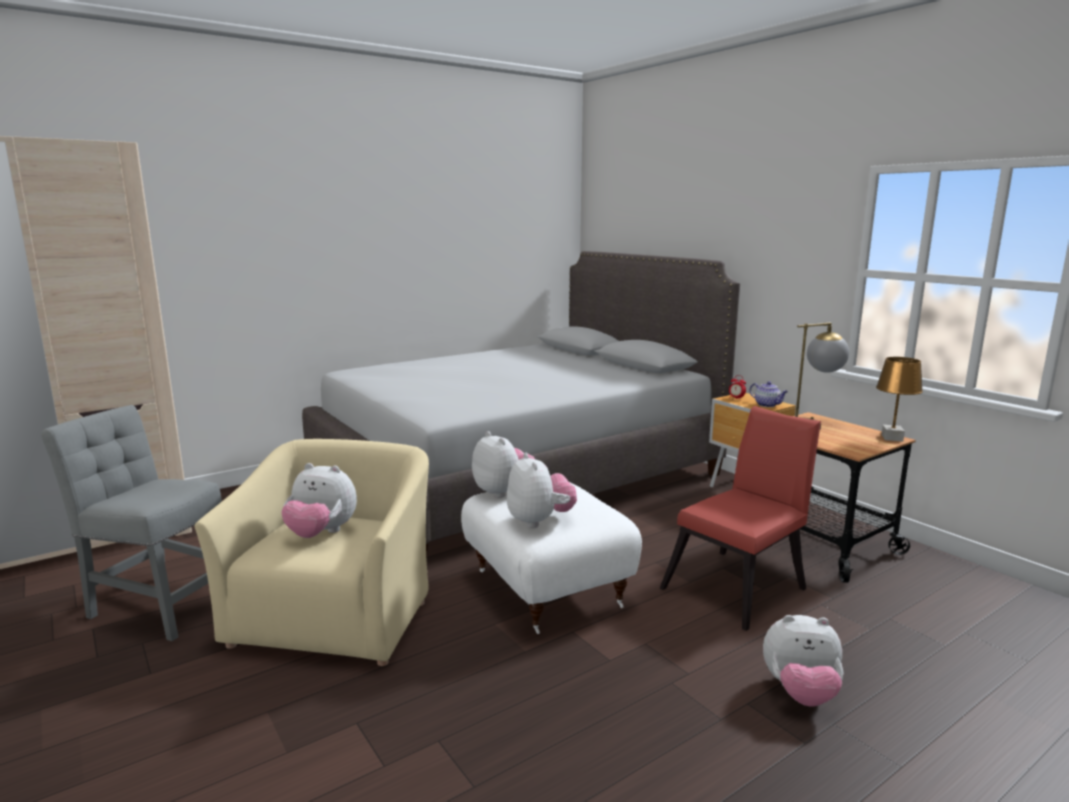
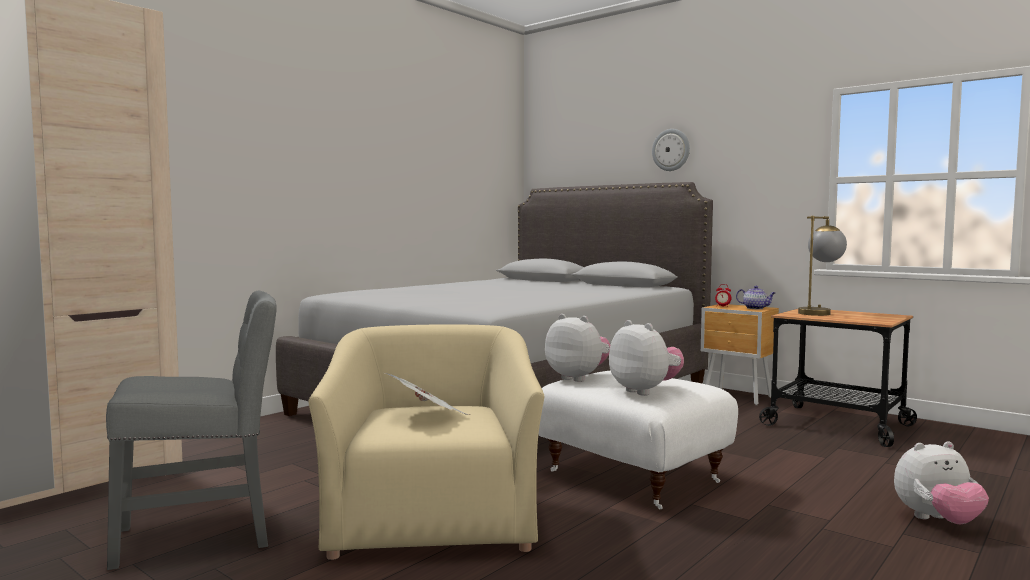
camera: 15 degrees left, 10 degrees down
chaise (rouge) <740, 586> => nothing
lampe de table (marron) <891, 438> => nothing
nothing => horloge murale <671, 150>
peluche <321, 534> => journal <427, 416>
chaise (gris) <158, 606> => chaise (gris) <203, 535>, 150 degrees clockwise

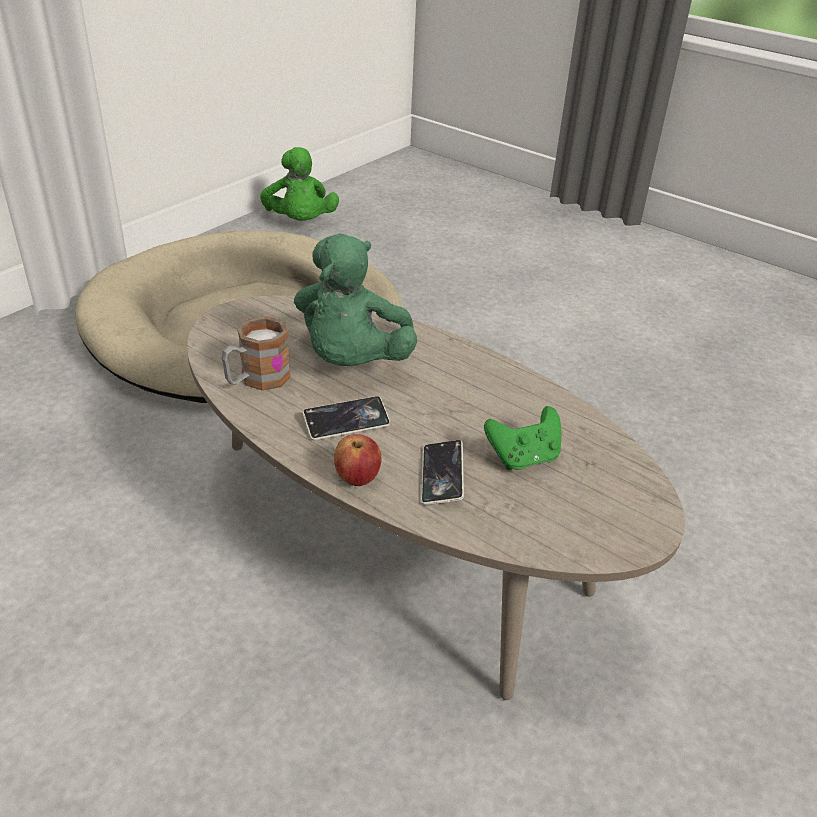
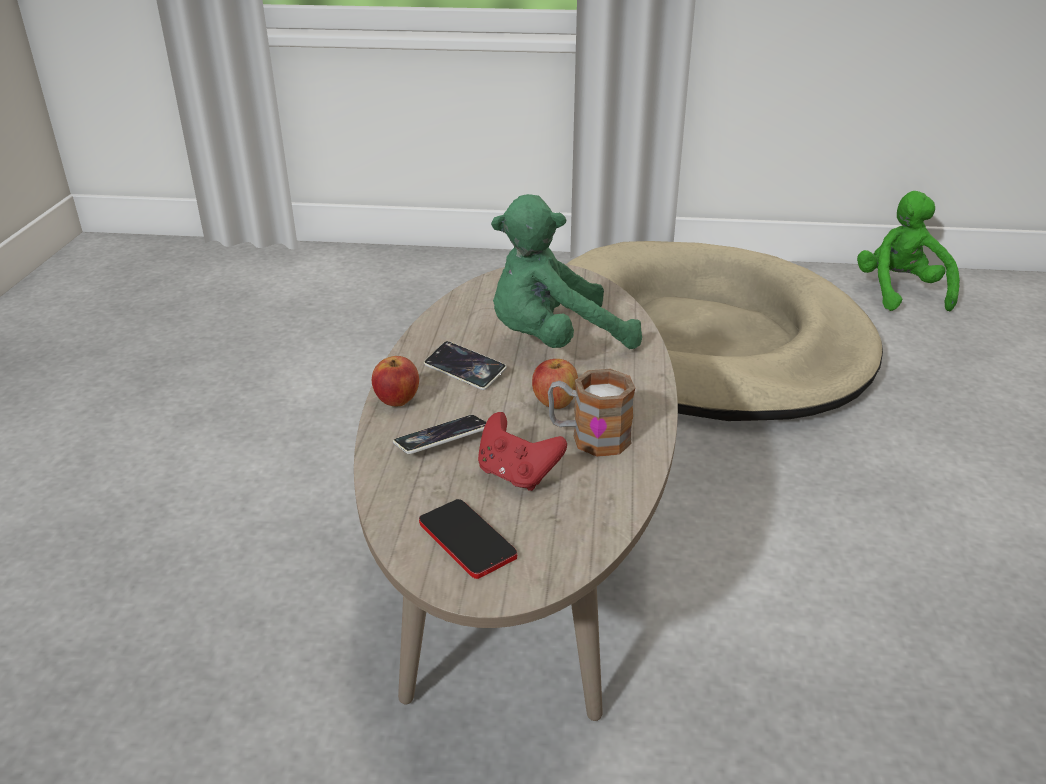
camera: 60 degrees right, 5 degrees down
nothing => téléphone <467, 540>
nothing => pomme <554, 403>
mug <256, 380> => mug <589, 437>, move
manette (vert) <523, 458> => manette (rouge) <517, 475>
peluche (vert) <300, 223> => peluche (vert) <900, 292>, 135 degrees clockwise

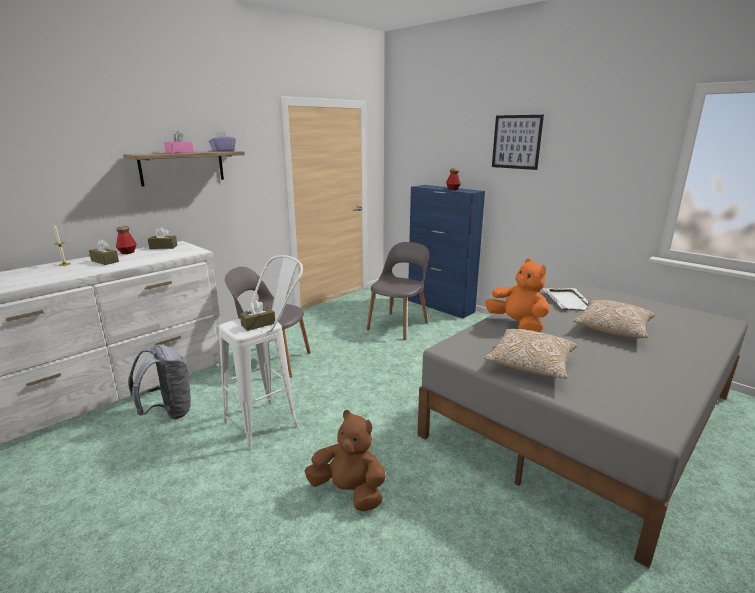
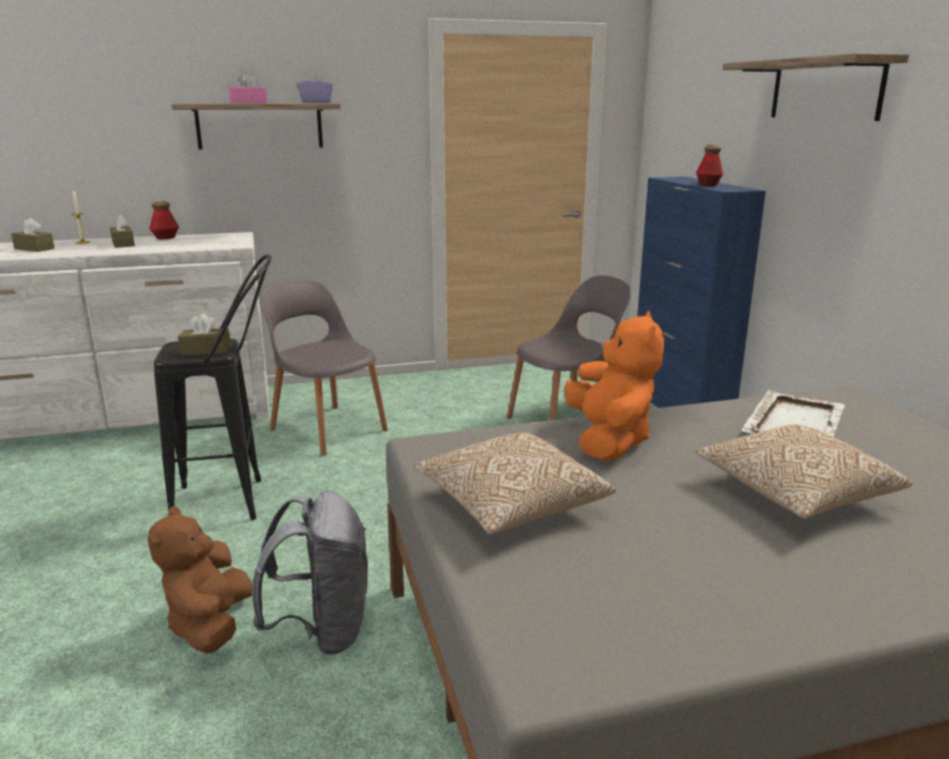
camera: 30 degrees right, 0 degrees up
sac à dos (gris) <168, 412> => sac à dos (gris) <322, 631>, move
boîte à mouchoirs (marron) <163, 247> => boîte à mouchoirs (marron) <34, 249>, move
tableau <516, 142> => étagère <825, 89>
tabouret (blanc) <271, 419> => tabouret (noir) <236, 501>
peluche (marron) <349, 491> => peluche (marron) <210, 625>, 150 degrees counterclockwise

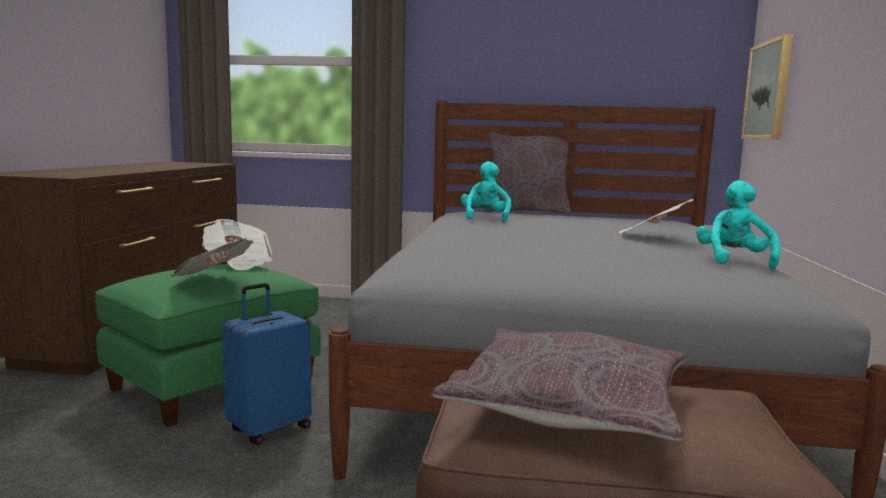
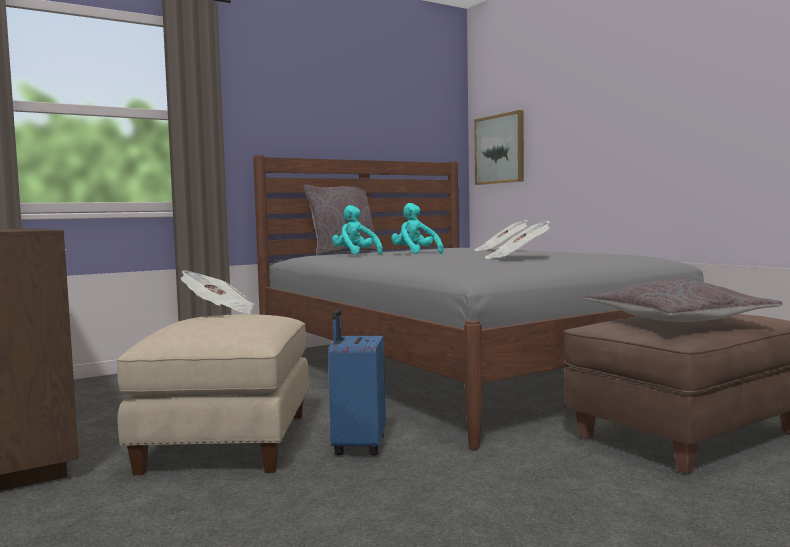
camera: 40 degrees left, 5 degrees down
journal <213, 279> => journal <517, 258>, move
peluche (turquoise) <733, 261> => peluche (turquoise) <415, 253>, move
pouf (vert) <213, 385> => pouf (beige) <229, 442>

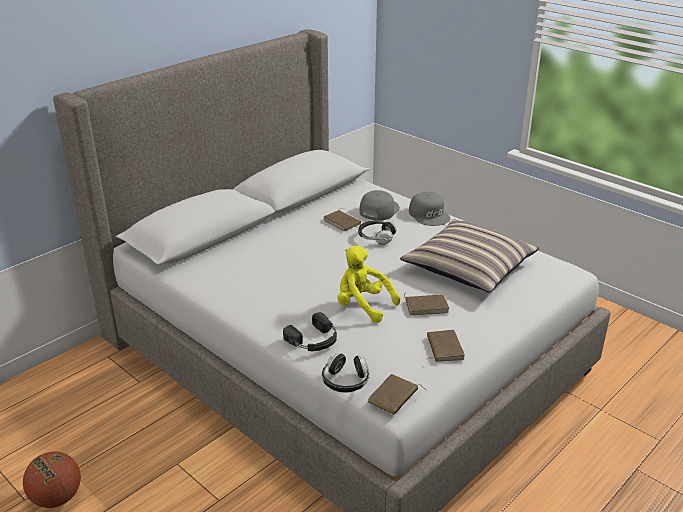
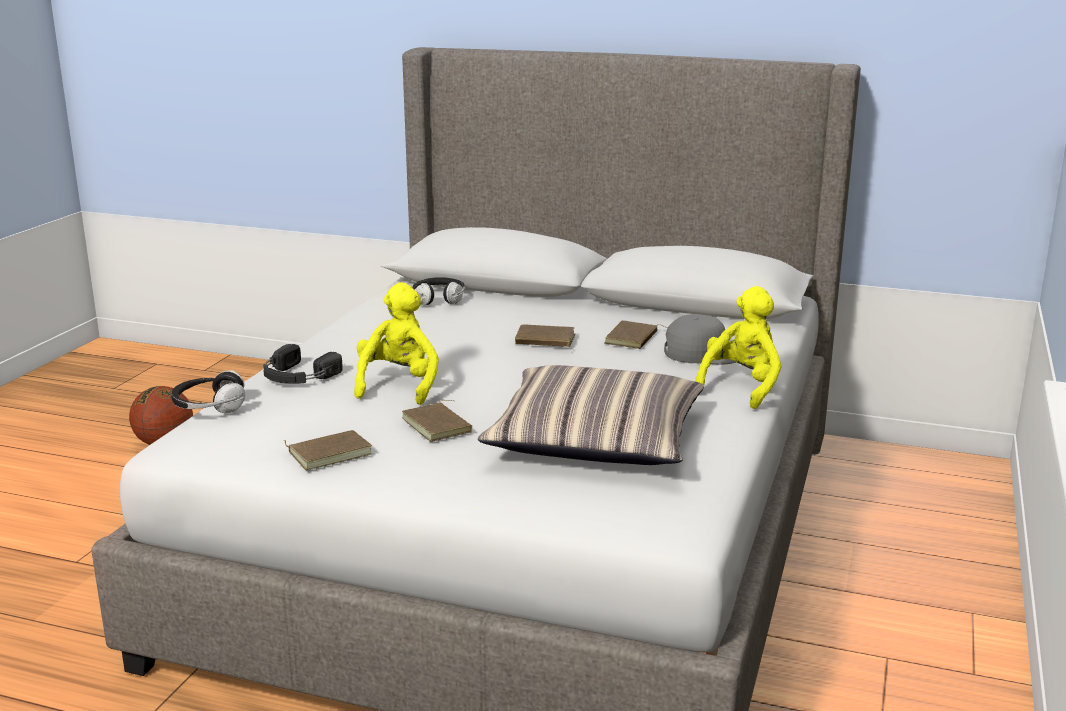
camera: 65 degrees right, 10 degrees down
casque audio <376, 237> => casque audio <439, 299>, move
livre (marron) <394, 397> => livre (marron) <544, 340>, move
casquette (gris) <429, 215> => peluche (jaune) <741, 387>

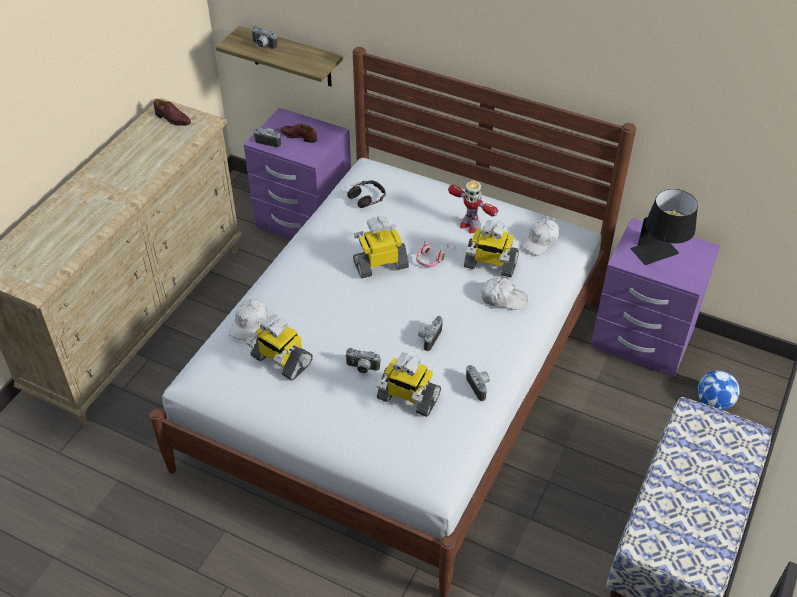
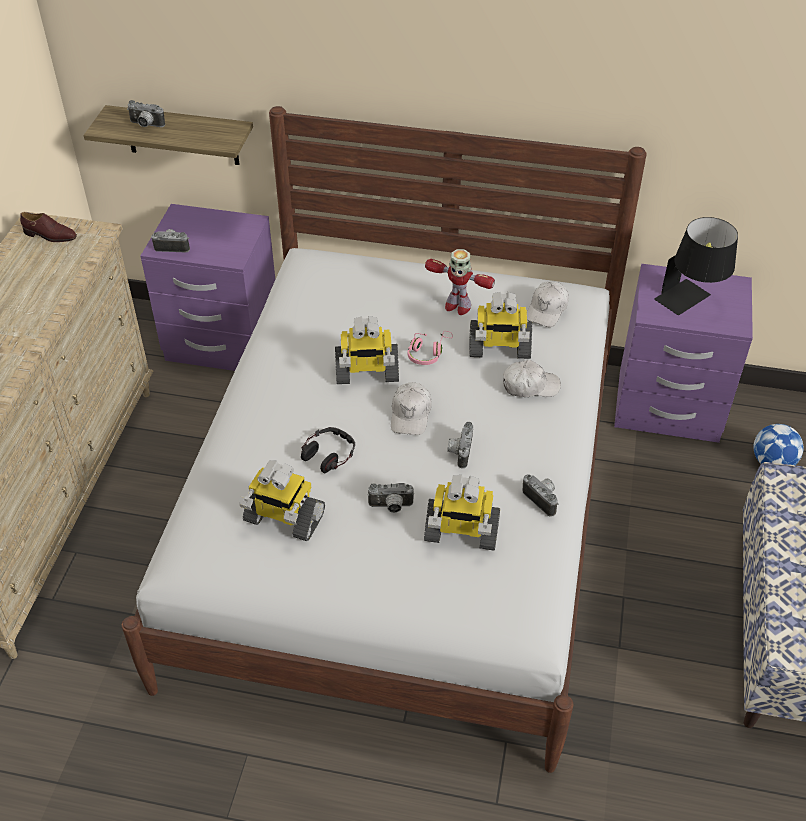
camera: 15 degrees left, 0 degrees up
chaussure (marron) <299, 136> => nothing
casquette (blanc) <249, 324> => casquette (blanc) <411, 414>, move
casque audio <367, 197> => casque audio <328, 454>, move
robot jouet <380, 264> => robot jouet <366, 373>, 150 degrees counterclockwise

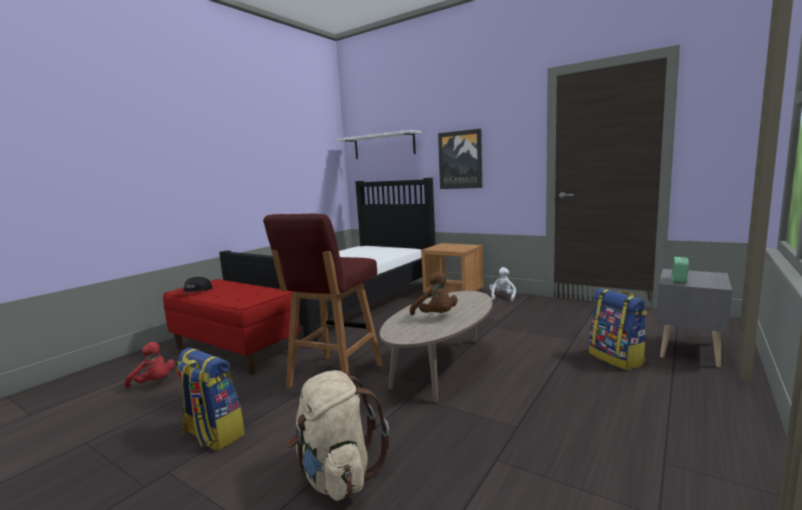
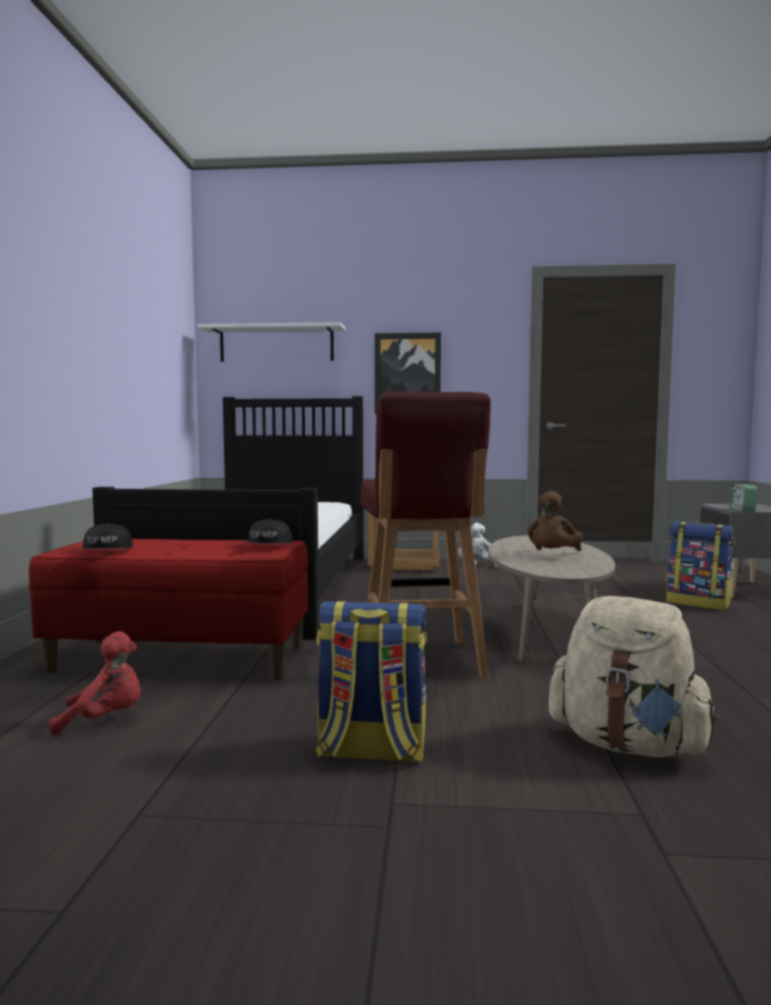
camera: 30 degrees left, 5 degrees down
nothing => casquette <267, 546>
peluche (marron) <436, 316> => peluche (marron) <553, 556>, 90 degrees clockwise

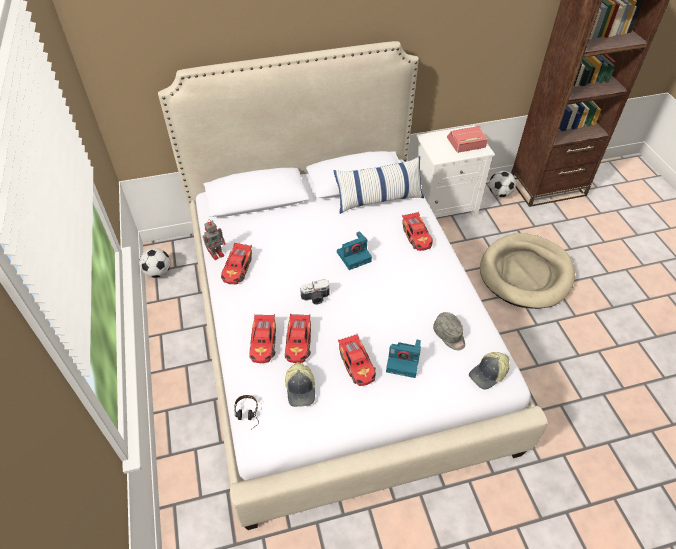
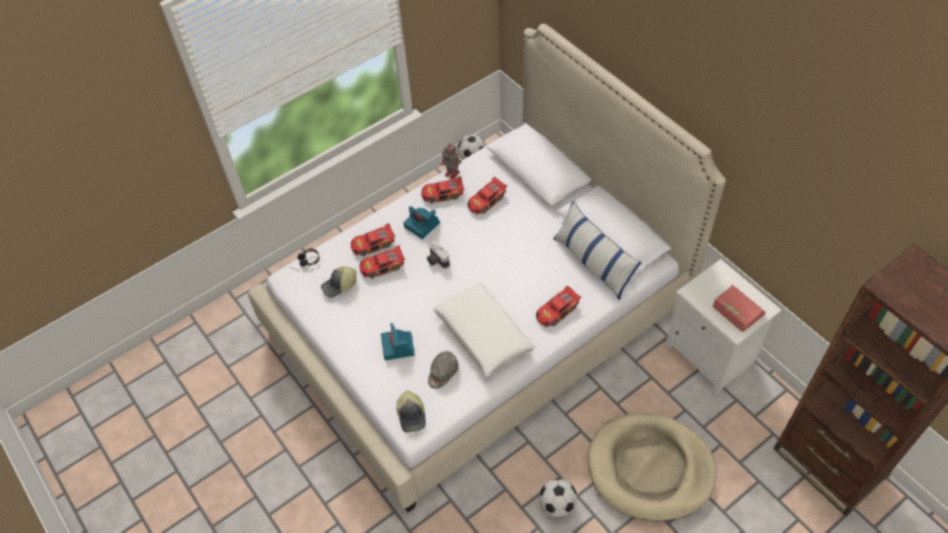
camera: 70 degrees right, 5 degrees up
nothing => coussin (blanc) <483, 334>
appareil photo <354, 256> => appareil photo <422, 225>, move
petite voiture <357, 364> => petite voiture <486, 201>, move
ballon de foot <499, 194> => ballon de foot <557, 505>, move
casquette <488, 374> => casquette <412, 415>, 135 degrees counterclockwise

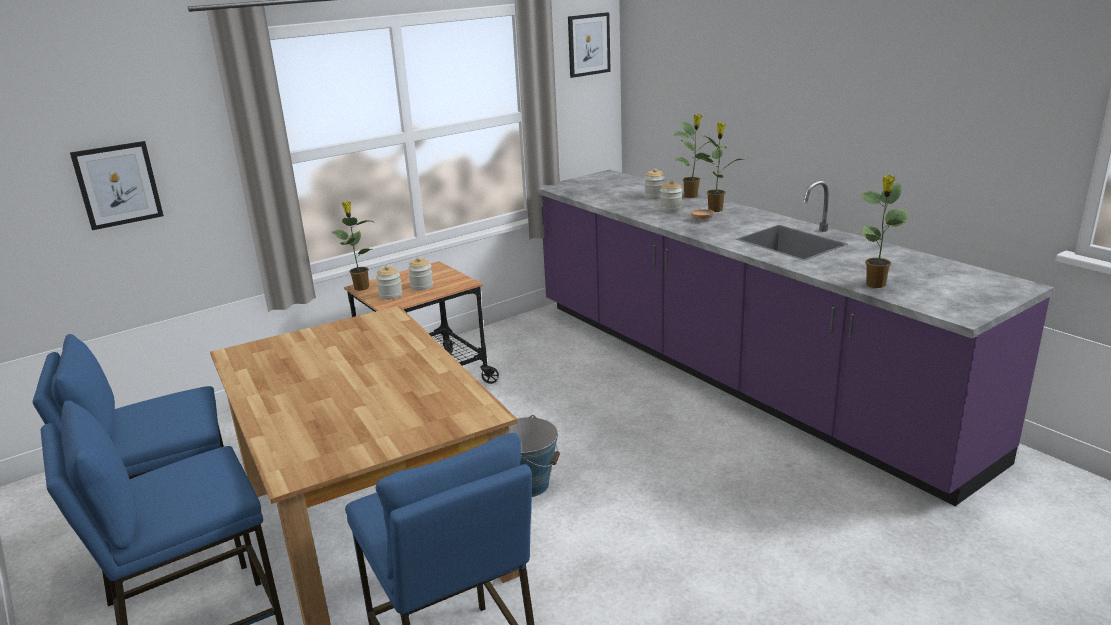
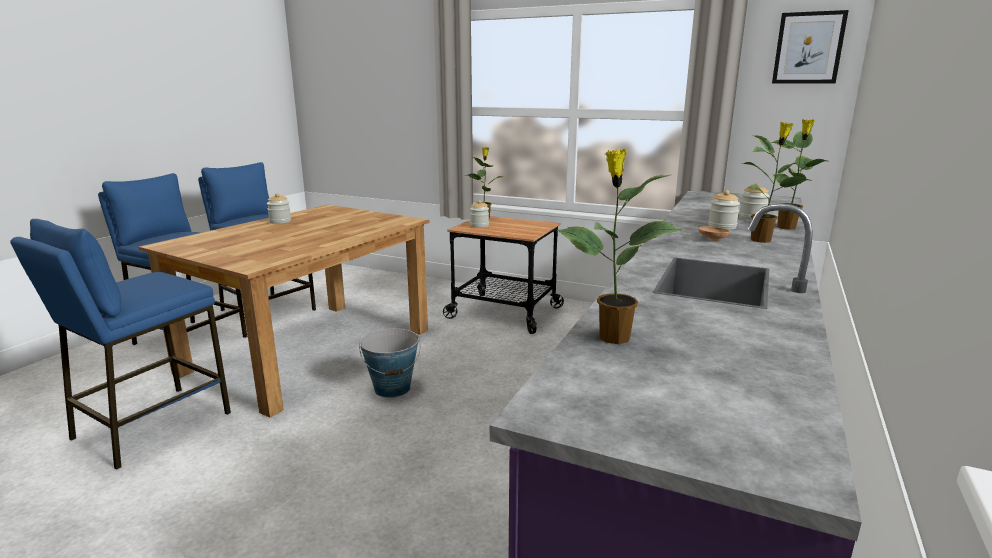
camera: 60 degrees right, 5 degrees down
tableau <118, 185> => nothing
bocal <421, 286> => bocal <280, 221>, move

